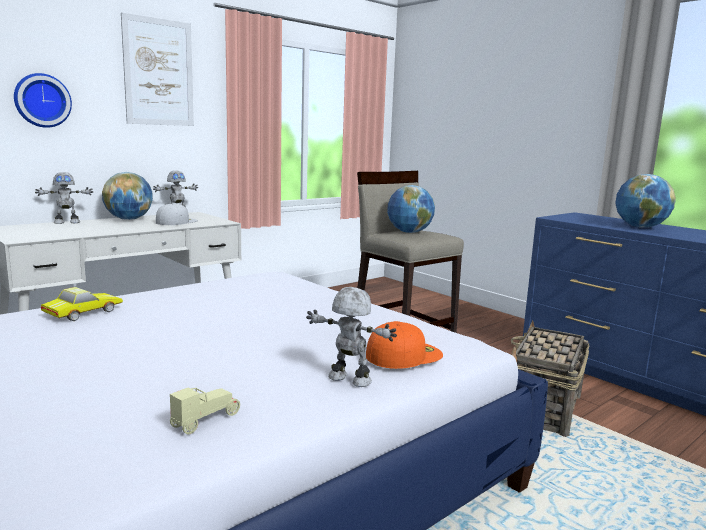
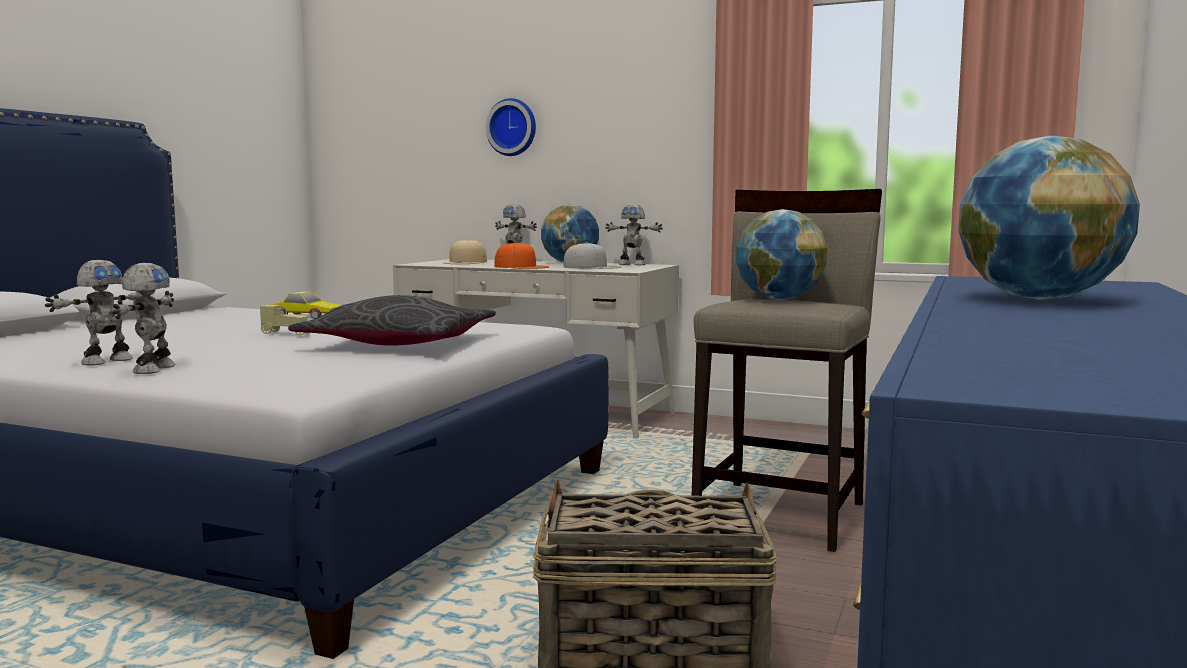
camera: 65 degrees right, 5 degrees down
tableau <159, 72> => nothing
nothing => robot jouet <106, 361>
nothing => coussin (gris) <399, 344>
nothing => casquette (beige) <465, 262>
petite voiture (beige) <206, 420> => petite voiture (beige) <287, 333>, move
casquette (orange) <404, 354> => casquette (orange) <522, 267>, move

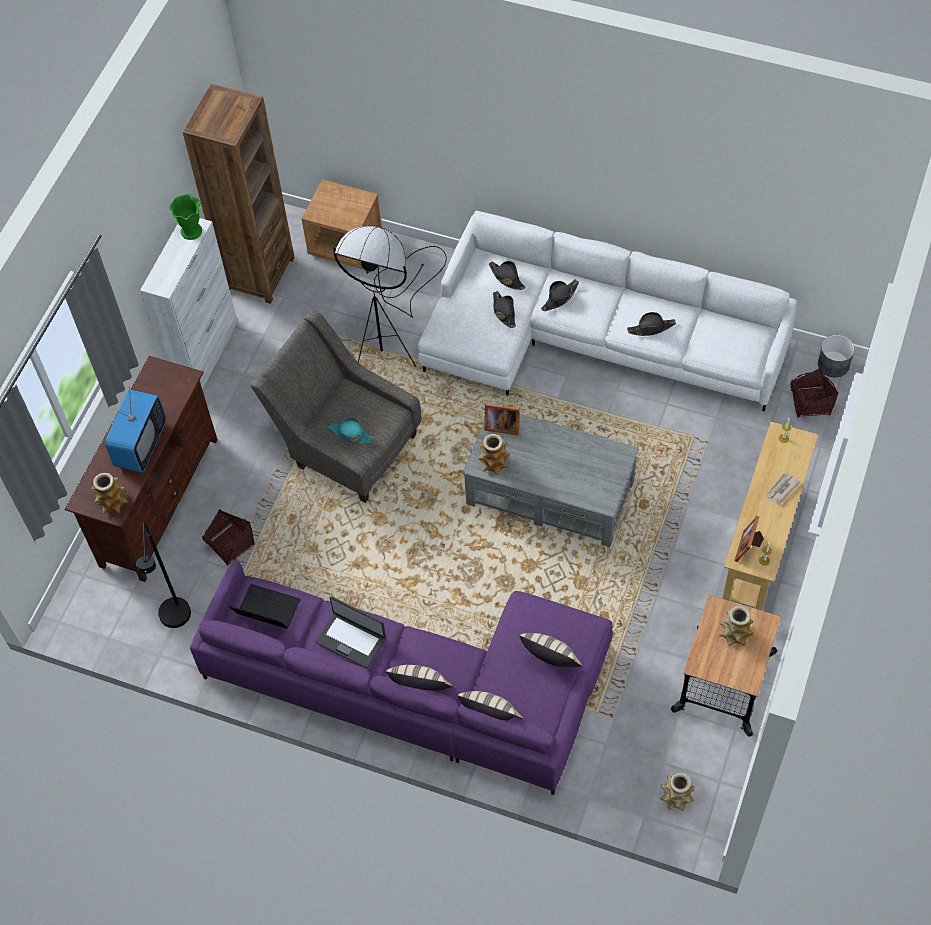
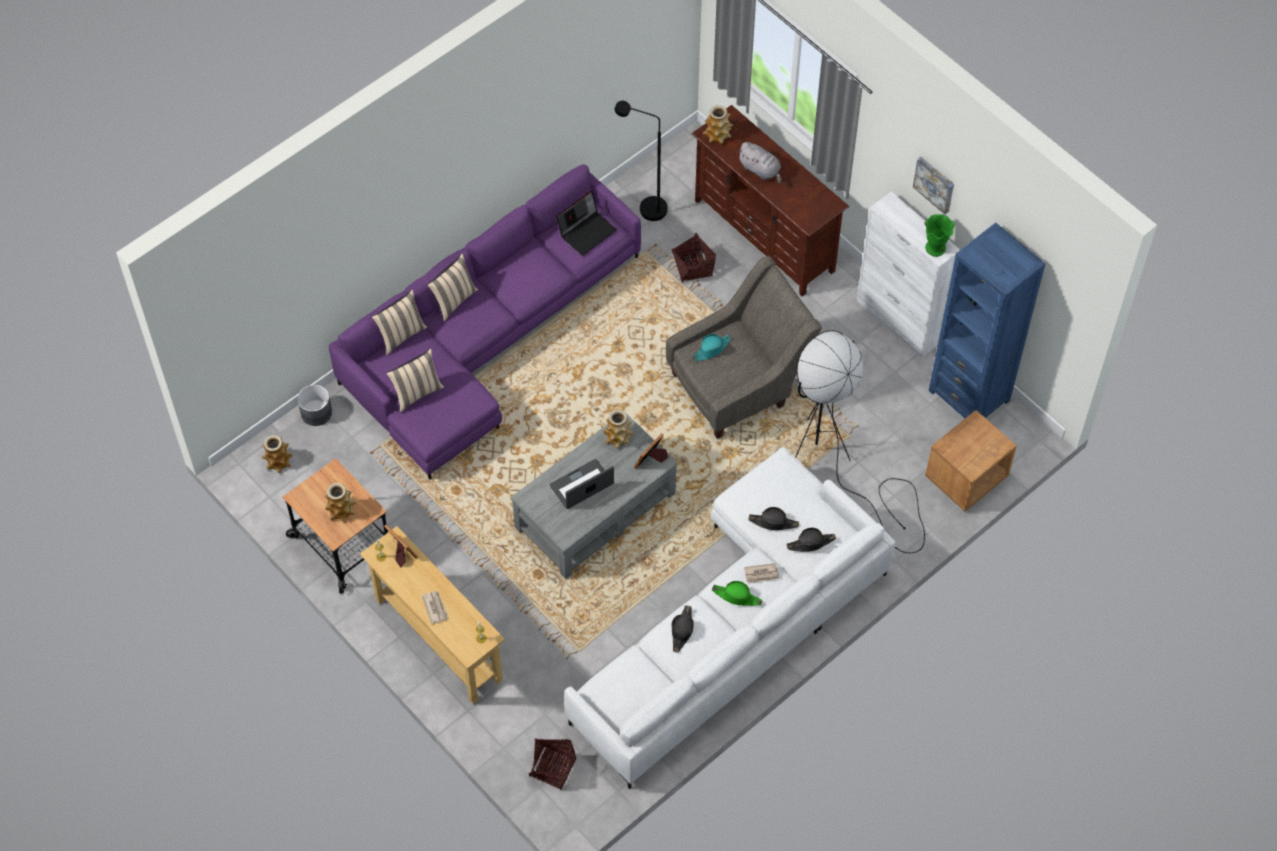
camera: 115 degrees right, 0 degrees up
nothing => chapeau (vert) <737, 596>
nothing => tableau <935, 184>
ordinateur portable <351, 639> => ordinateur portable <582, 485>, move
cache-pot (gris) <833, 364> => cache-pot (gris) <316, 412>, move
téléviseur <140, 444> => peluche (gris) <760, 170>
chapeau (noir) <560, 297> => journal <761, 574>
bibliothèque (marron) <259, 273> => bibliothèque (bleu) <969, 395>

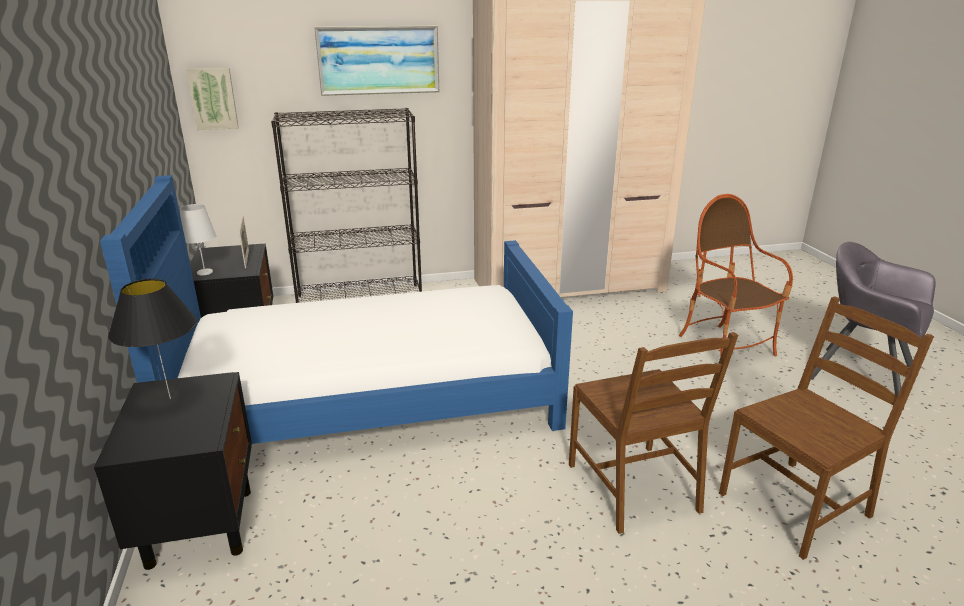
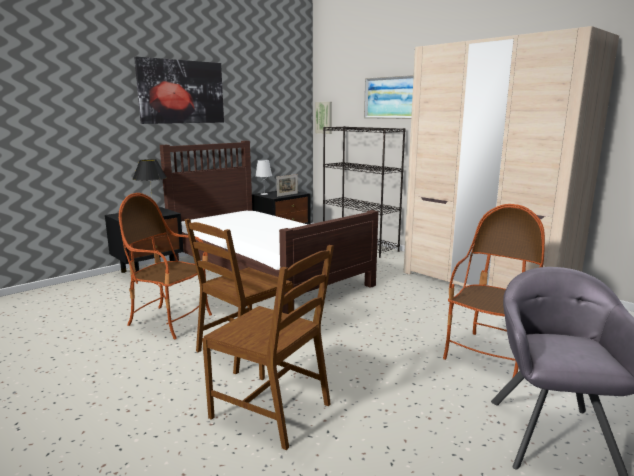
camera: 60 degrees right, 10 degrees down
nothing => fauteuil <170, 321>
nothing => tableau <181, 92>
lit (bleu) <367, 399> => lit (marron) <264, 271>

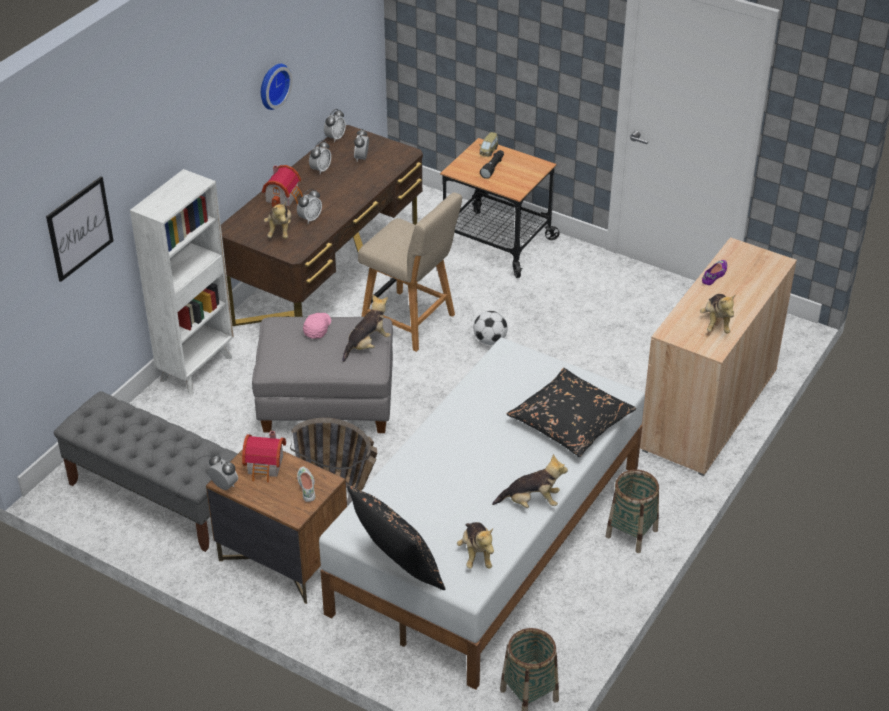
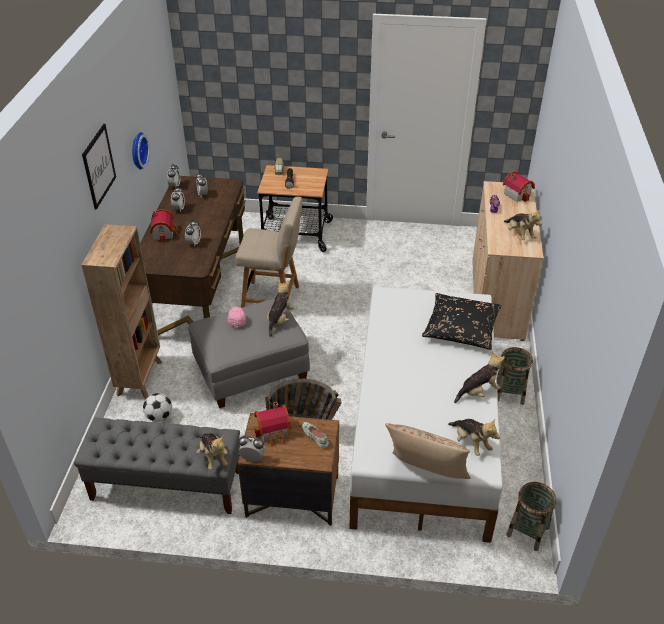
camera: 25 degrees left, 0 degrees up
nothing => maison miniature <517, 194>
tableau <79, 228> => tableau <99, 166>, move
peluche <280, 231> => peluche <213, 456>, move
ballon de foot <490, 340> => ballon de foot <159, 417>, move
bibliothèque (blanc) <197, 367> => bibliothèque (marron) <140, 377>
coussin (noir) <397, 569> => coussin (beige) <426, 475>

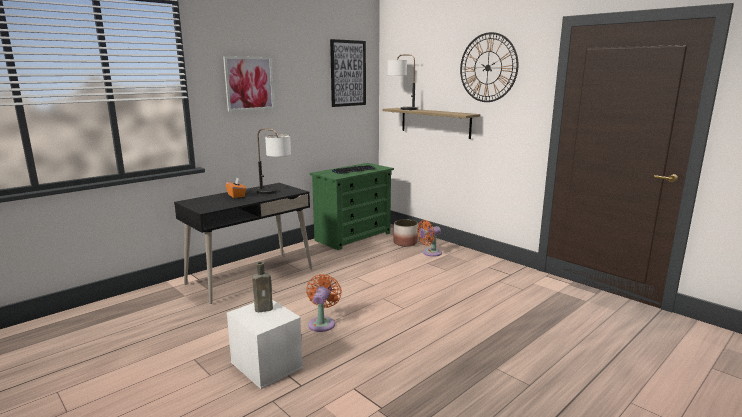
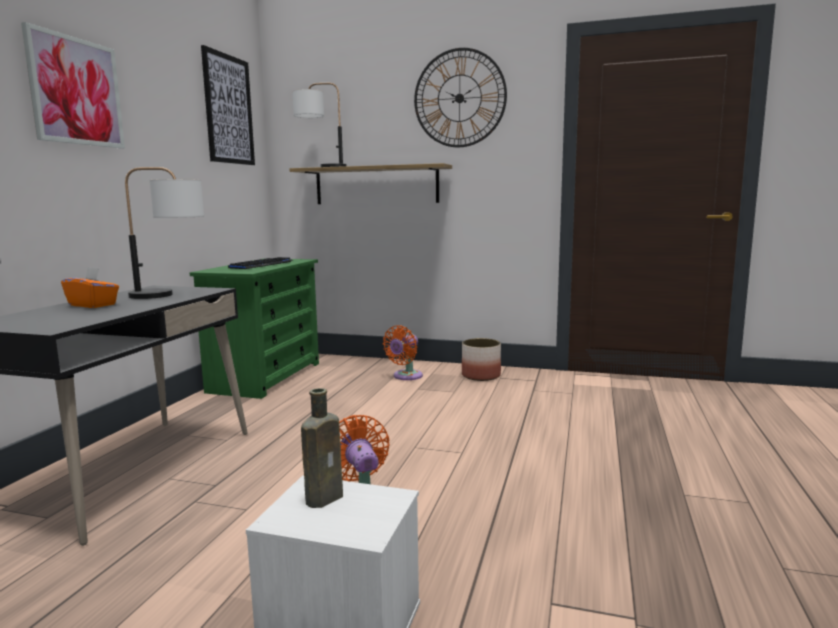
camera: 30 degrees left, 5 degrees down
cache-pot <405, 243> => cache-pot <481, 376>, move

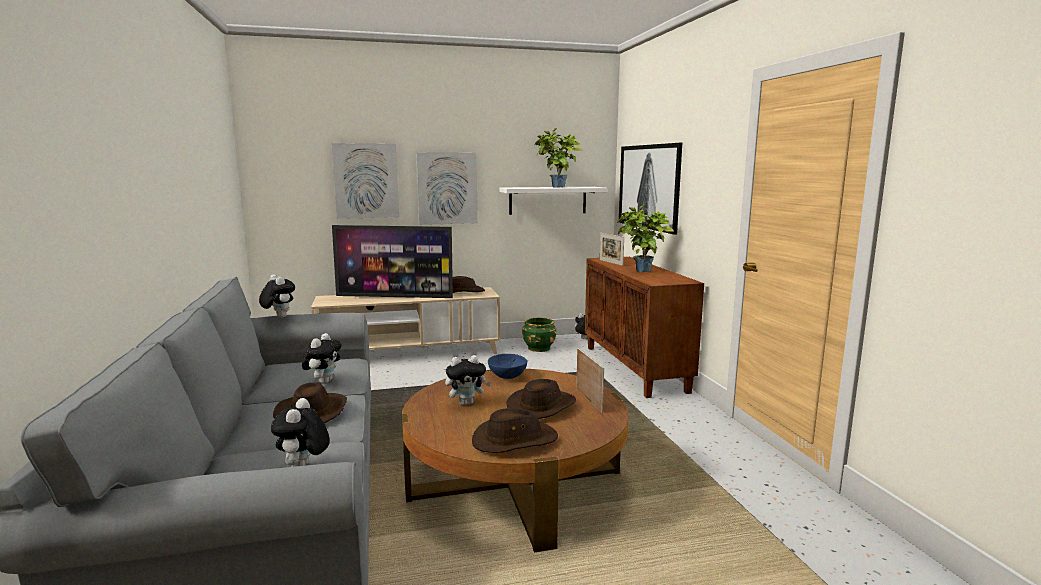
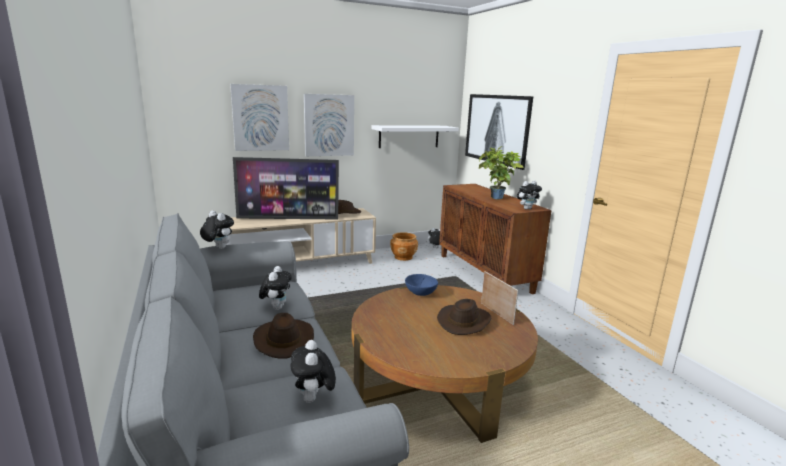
camera: 10 degrees left, 5 degrees up
chapeau (marron) <514, 440> => nothing
plante en pot <555, 187> => nothing
cadre photo <611, 262> => nothing
peluche <467, 403> => peluche <527, 208>, move
cache-pot (vert) <539, 348> => cache-pot (marron) <403, 257>

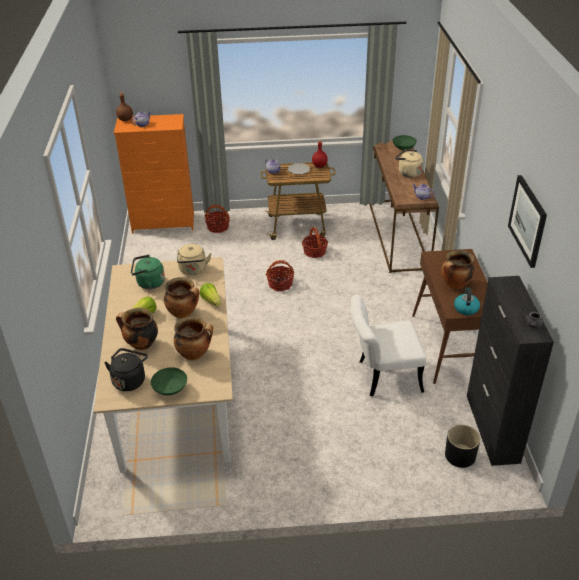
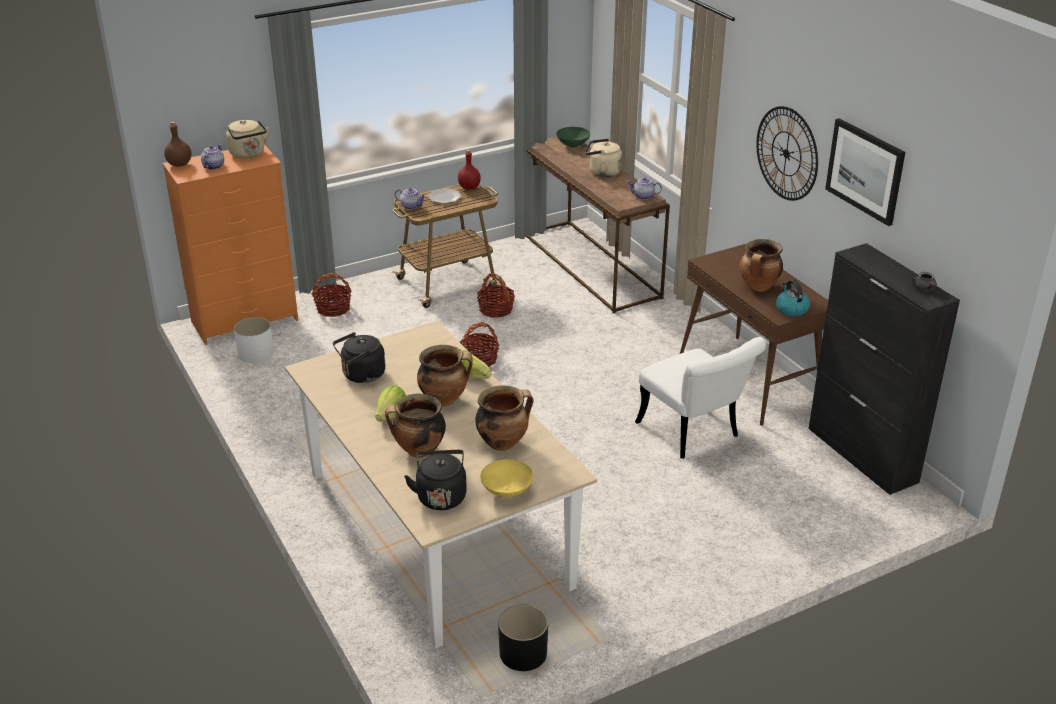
camera: 25 degrees left, 5 degrees down
nothing => cache-pot (blanc) <256, 354>
nothing => horloge murale <786, 153>
bouilloire (beige) <193, 270> => bouilloire (beige) <248, 154>, move
cache-pot (noir) <460, 455> => cache-pot (noir) <523, 653>, move
bouilloire (vert) <149, 283> => bouilloire (noir) <361, 375>
bol (vert) <169, 389> => bol (jaune) <506, 491>
chaise (blanc) <382, 376> => chaise (blanc) <694, 434>, 90 degrees counterclockwise

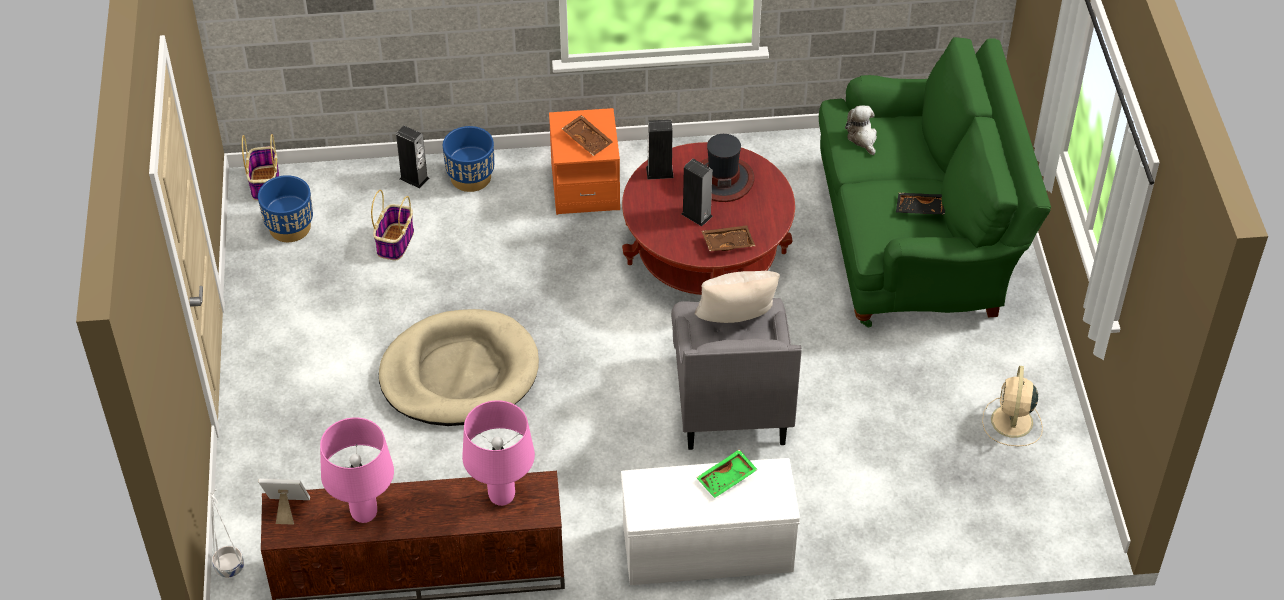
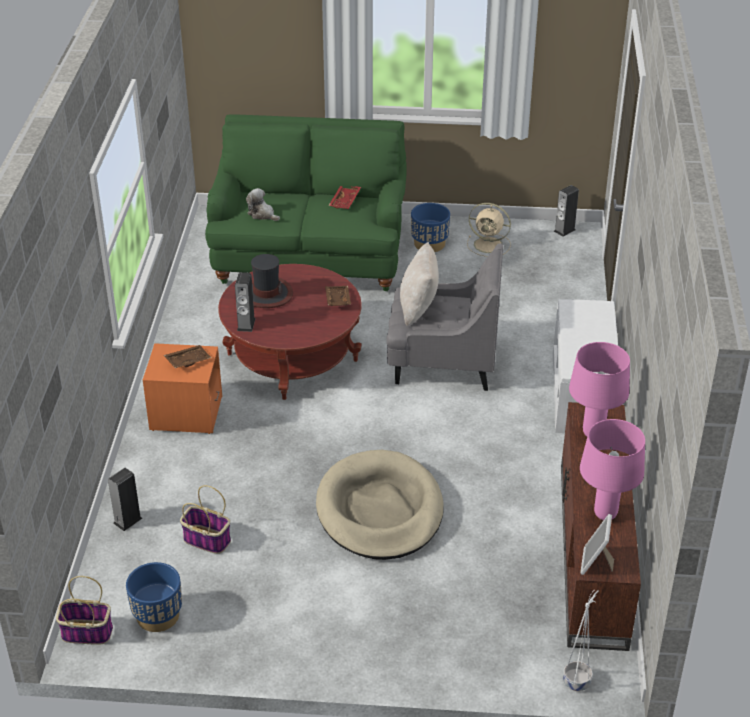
camera: 80 degrees left, 10 degrees down
plateau (vert) <727, 479> => nothing
cache-pot (bleu) <471, 178> => cache-pot (bleu) <429, 244>, move
enceinte <696, 215> => enceinte <564, 230>, move
plateau (noir) <920, 209> => plateau (rouge) <345, 201>
peluche <862, 138> => peluche <262, 214>, 45 degrees clockwise

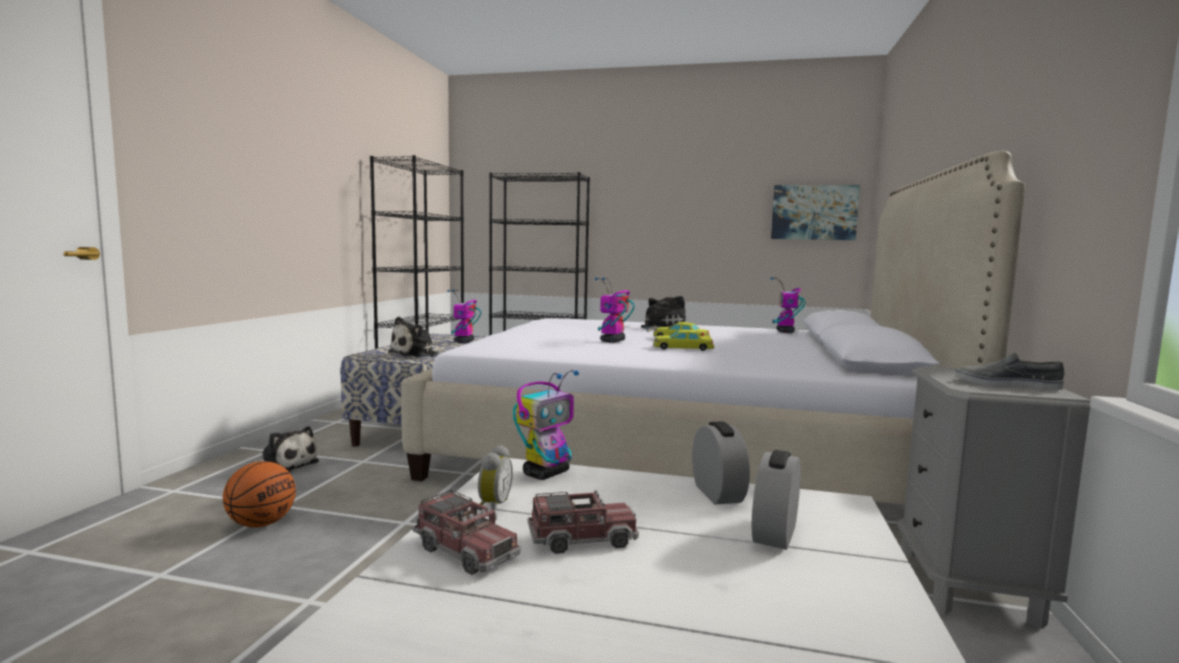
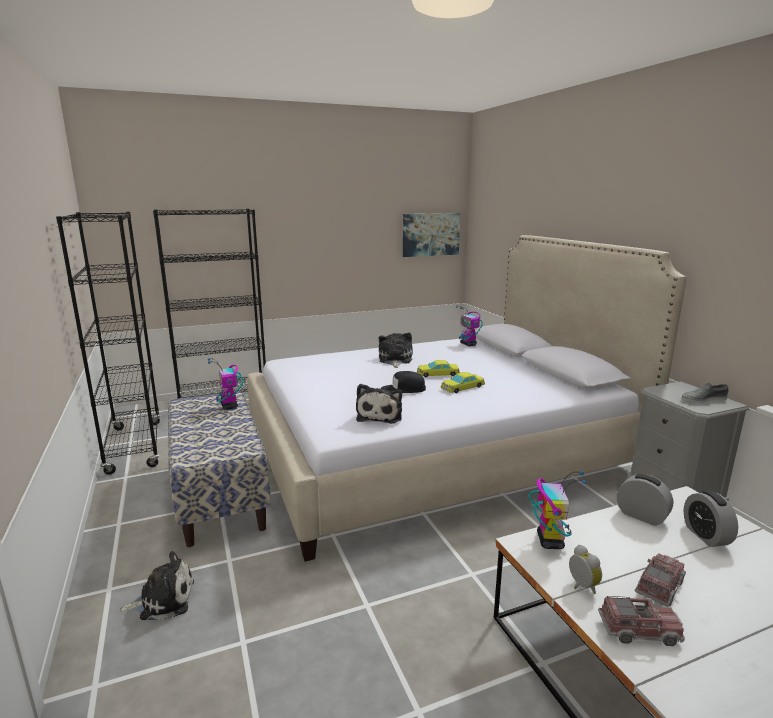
camera: 35 degrees left, 10 degrees up
ballon de basket <261, 524> => nothing
peluche <416, 354> => peluche <380, 415>, move
robot jouet <612, 341> => casquette (noir) <403, 389>

